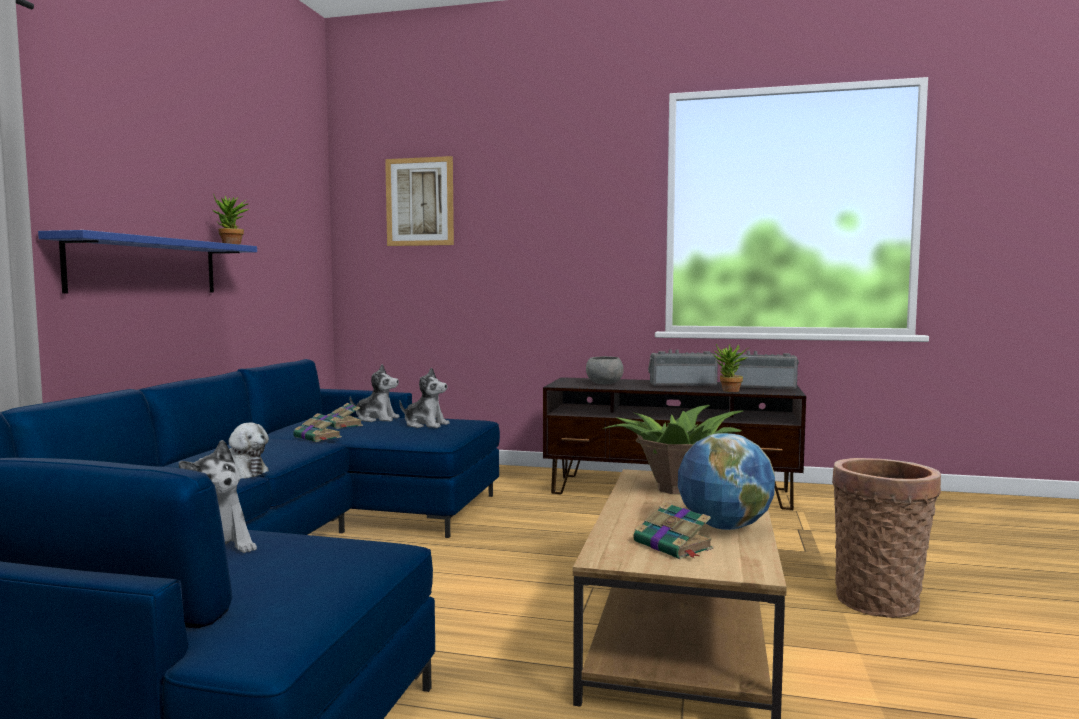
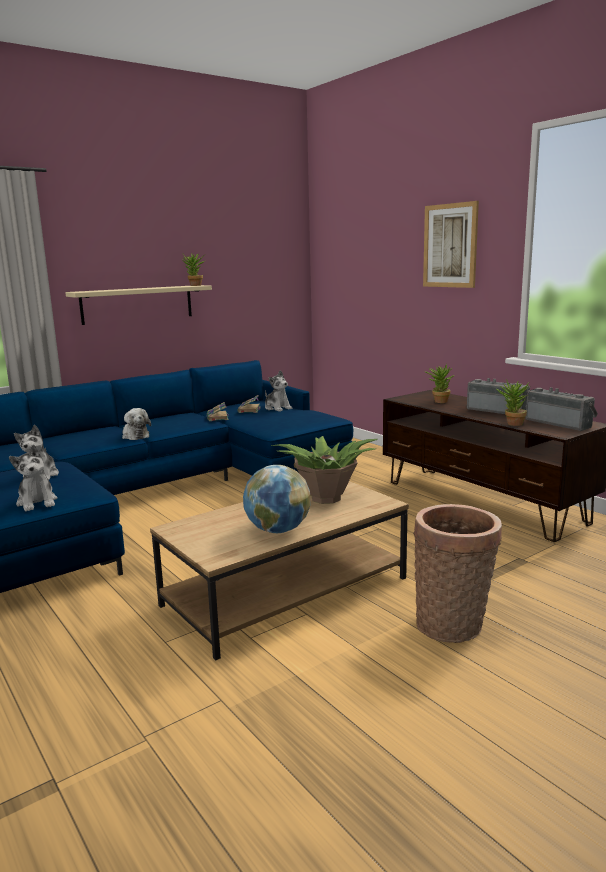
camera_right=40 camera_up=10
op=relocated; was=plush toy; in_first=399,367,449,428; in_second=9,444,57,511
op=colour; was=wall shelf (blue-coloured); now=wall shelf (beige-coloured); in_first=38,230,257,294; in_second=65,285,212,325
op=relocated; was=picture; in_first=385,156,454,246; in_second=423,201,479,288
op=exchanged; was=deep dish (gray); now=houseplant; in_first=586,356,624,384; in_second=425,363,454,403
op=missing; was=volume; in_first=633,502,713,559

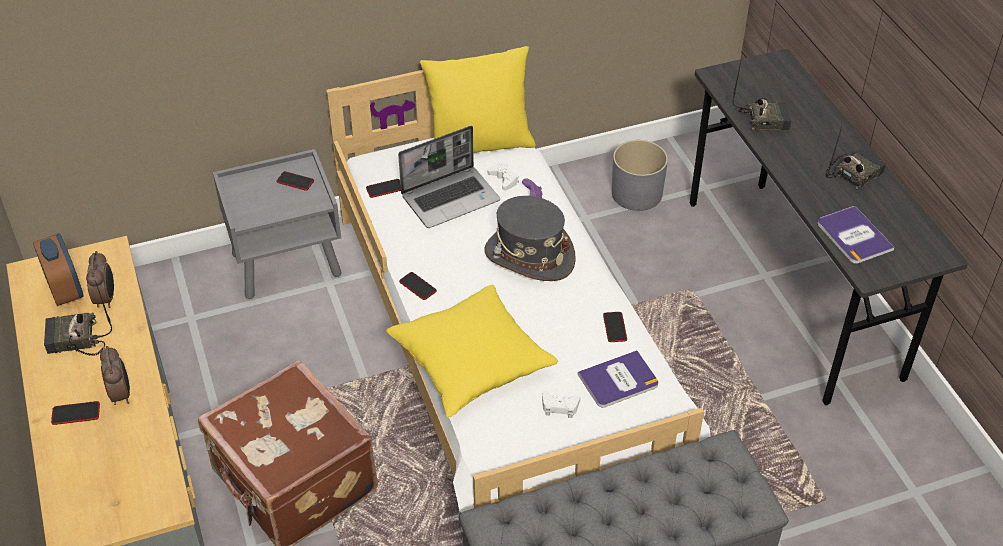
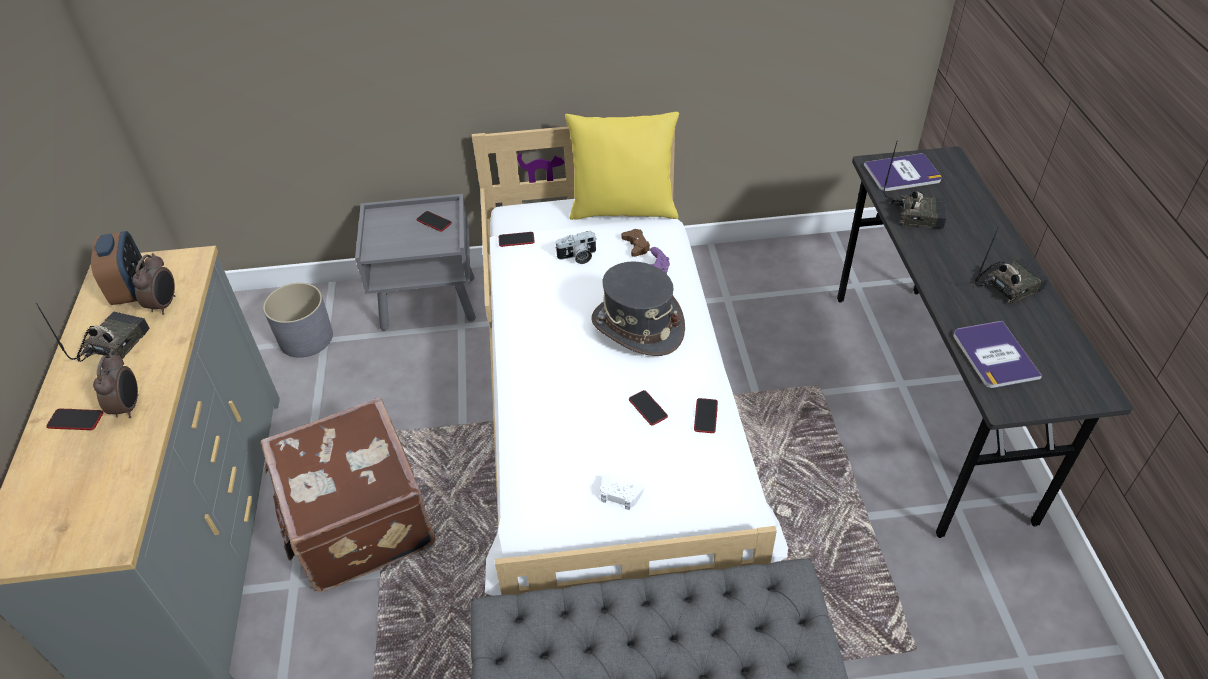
camera_right=15 camera_up=0
op=spun; was=radio set; in_first=44,280,112,356; in_second=36,303,150,362; clockwise=105
op=relocated; was=flower pot (gray); in_first=612,140,668,211; in_second=263,283,333,358
op=exchanged; was=portable computer; now=photo camera; in_first=398,126,500,228; in_second=555,231,597,264
op=colour; was=game controller (white-coloured); now=game controller (brown); in_first=488,163,519,190; in_second=621,229,650,257
op=relocated; was=phone; in_first=399,272,437,300; in_second=629,390,668,425
op=relocated; was=volume; in_first=578,350,658,408; in_second=864,153,942,191
op=missing; was=pillow (yellow-coloured); in_first=386,285,558,418

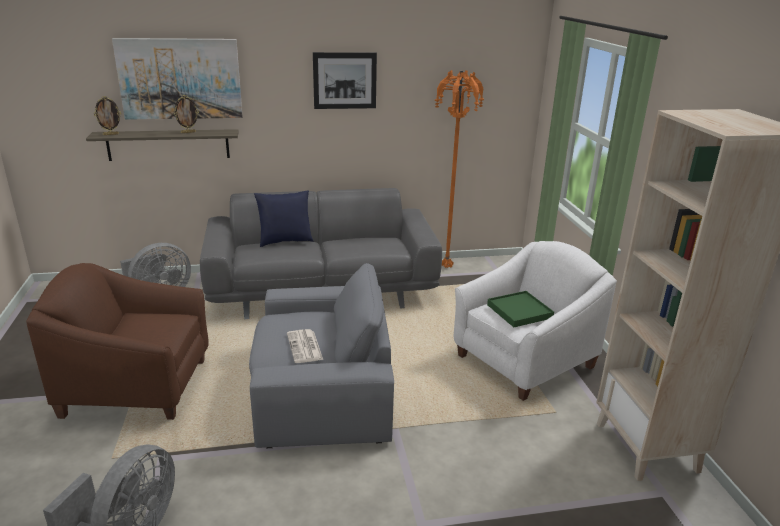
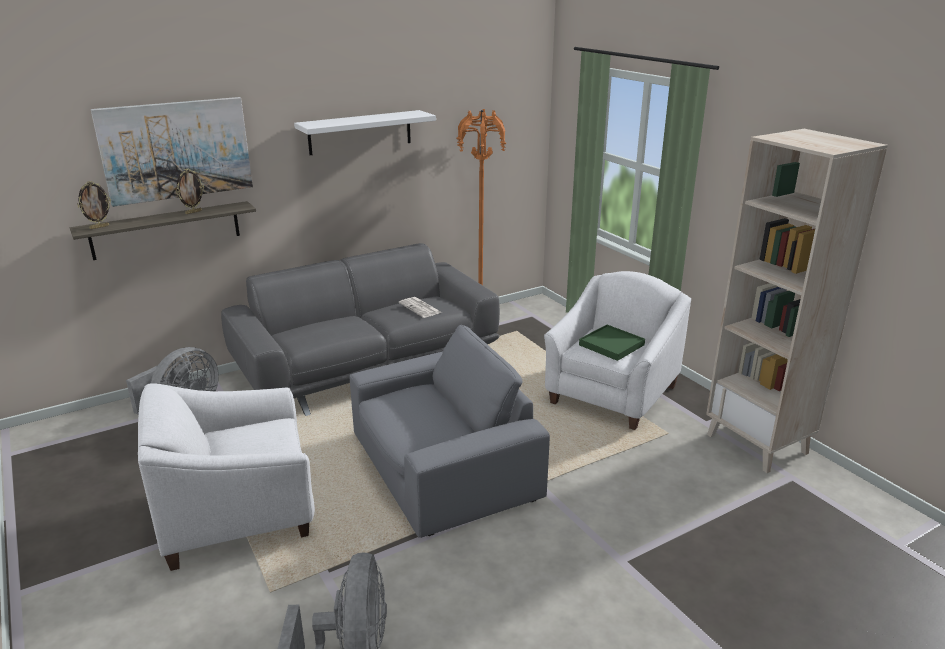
camera_right=-20 camera_up=0
op=colour; was=armchair (brown); now=armchair (white-coloured); in_first=26,263,209,420; in_second=138,383,315,571
op=exchanged; was=picture; now=wall shelf (white-coloured); in_first=313,52,377,109; in_second=294,110,436,155
op=relocated; was=newspaper; in_first=287,329,323,363; in_second=399,297,442,318
op=missing; was=pillow (blue-coloured); in_first=254,190,314,247

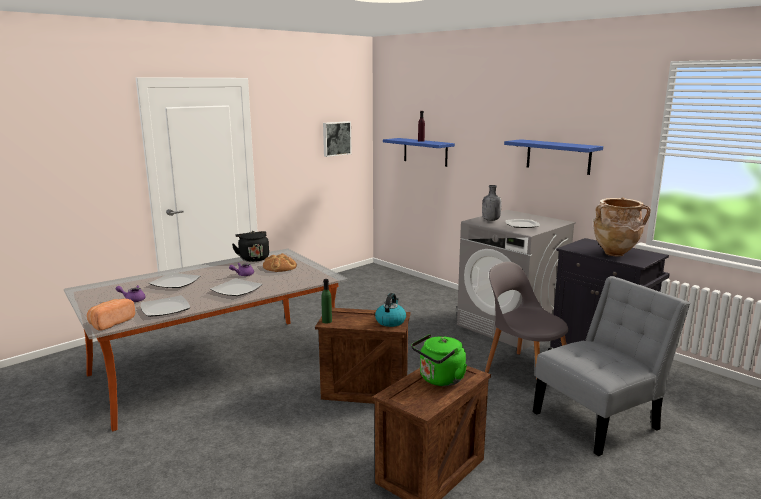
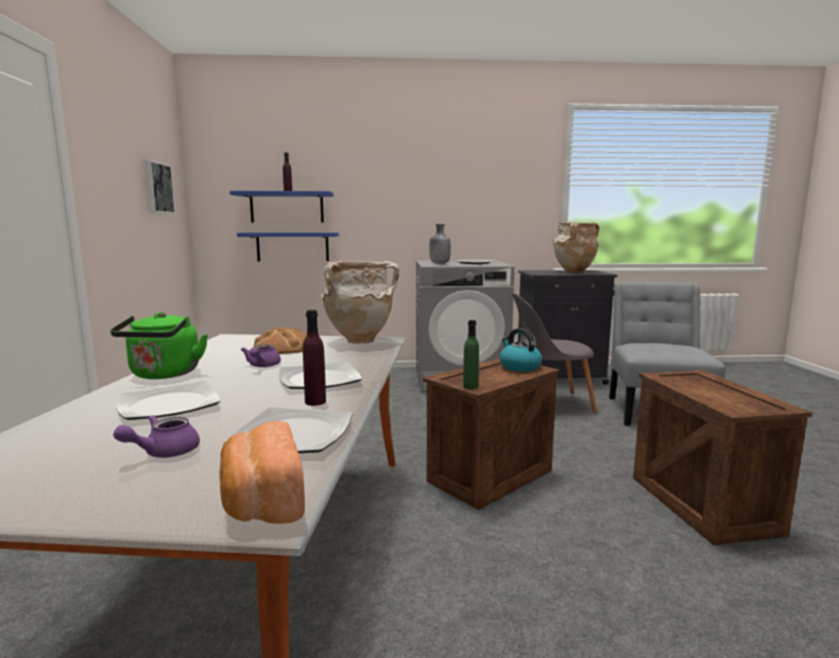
camera_right=-50 camera_up=-5
op=relocated; was=tea kettle (green); in_first=411,334,467,386; in_second=110,312,208,379
op=relocated; was=wall shelf (blue-coloured); in_first=504,139,603,175; in_second=237,232,339,261
op=appeared; now=bottle (purplish); in_second=303,310,326,406
op=appeared; now=decorative vase (beige-coloured); in_second=321,260,399,343
op=missing; was=tea kettle (blackish); in_first=232,231,269,262

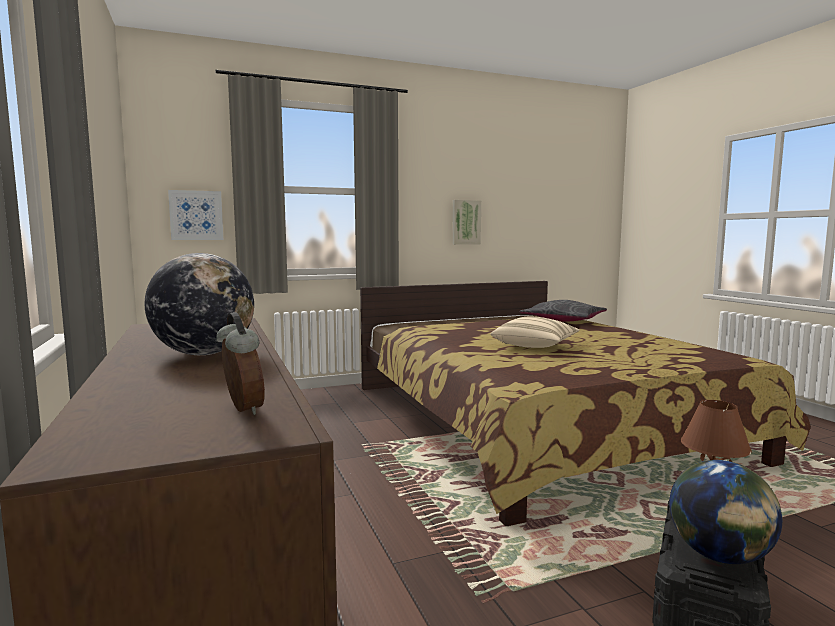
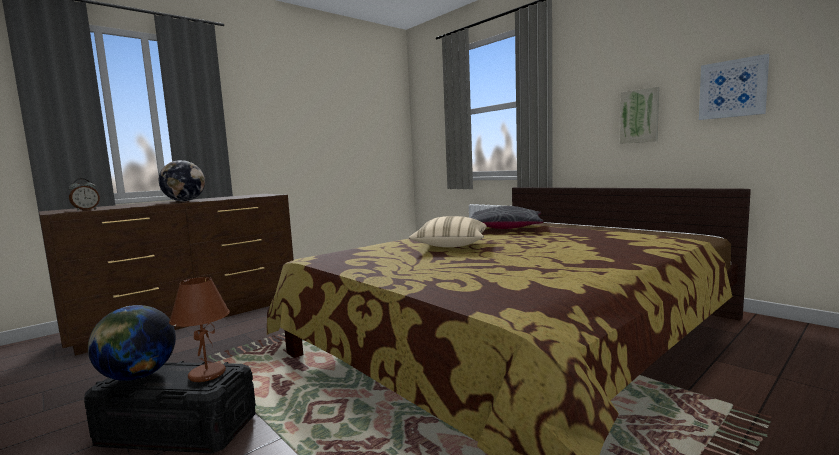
camera_right=70 camera_up=0
op=relocated; was=pillow (gray); in_first=520,300,607,322; in_second=471,206,543,229
op=relocated; was=picture; in_first=168,190,223,240; in_second=699,54,769,120

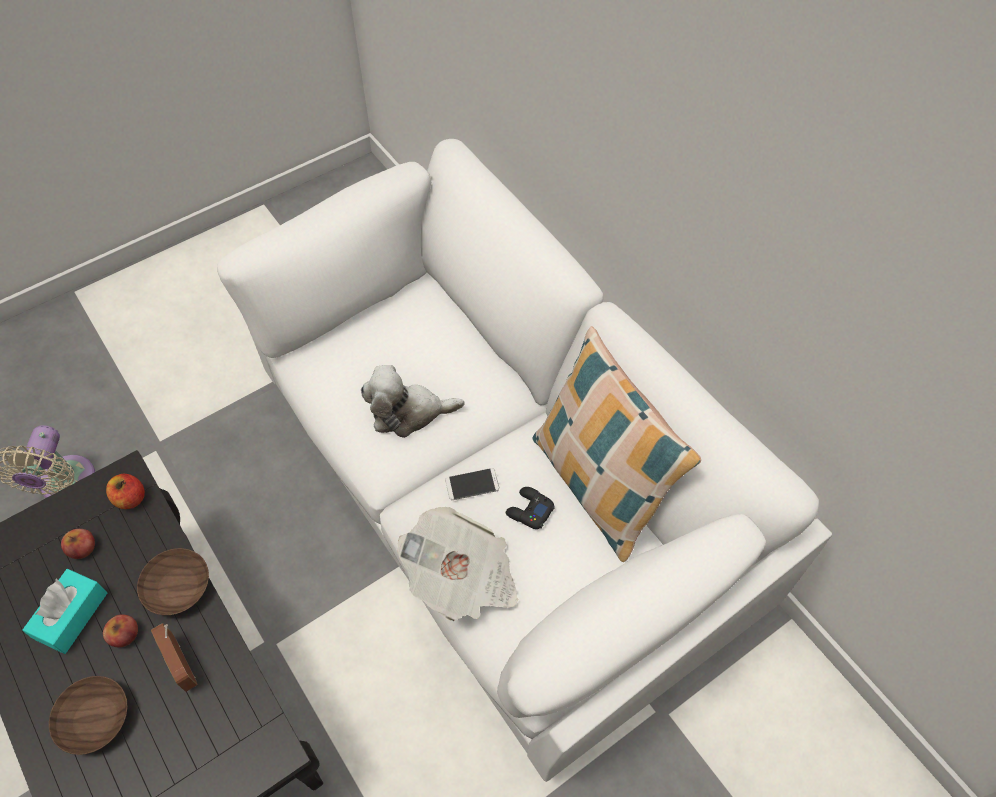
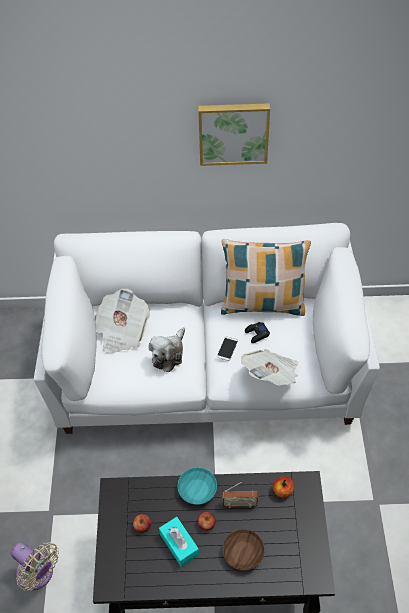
camera_right=-55 camera_up=-5
op=appeared; now=newspaper; in_second=95,289,150,353
op=colour; was=deep dish (brown); now=deep dish (turquoise); in_first=137,548,209,615; in_second=177,467,217,505
op=appeared; now=picture; in_second=198,103,270,166
op=relocated; was=apple fruit; in_first=106,474,145,509; in_second=273,476,294,498

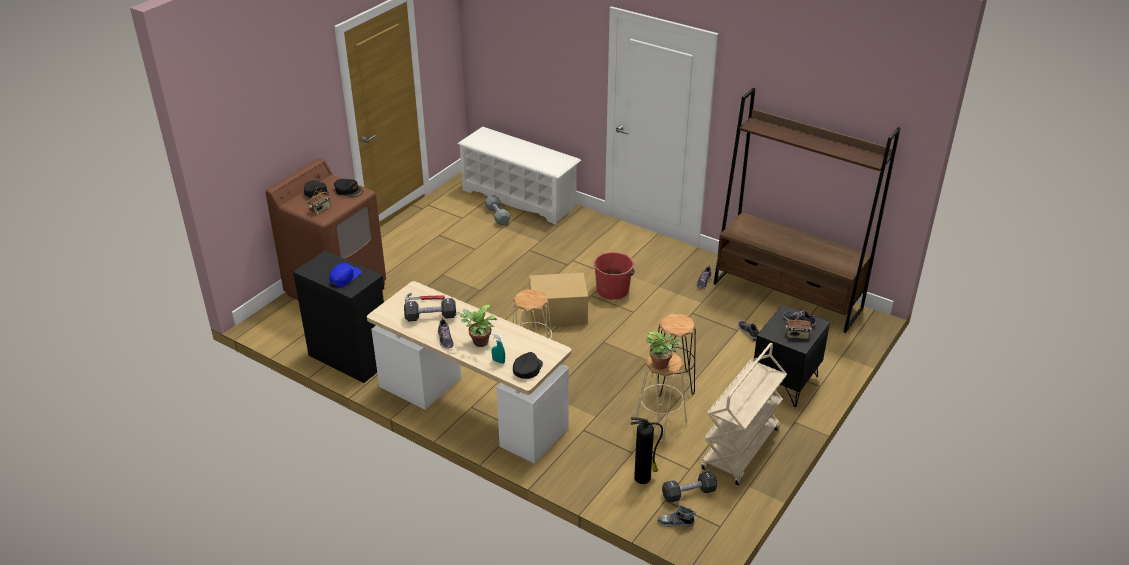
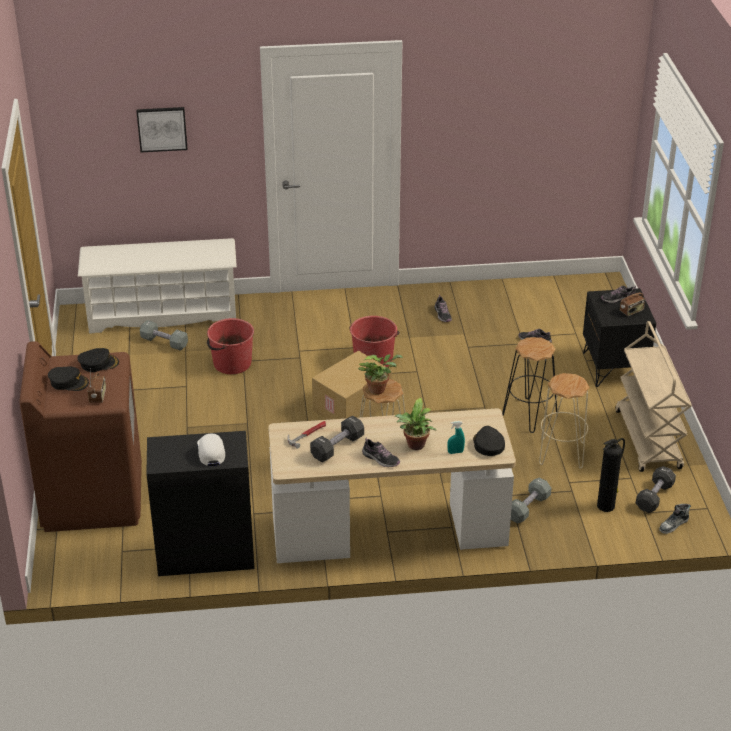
camera_right=-40 camera_up=0
op=appeared; now=picture; in_second=136,107,188,152
op=colour; was=peaked cap (blue-coloured); now=peaked cap (white-coloured); in_first=329,263,362,288; in_second=197,434,225,466
op=appeared; now=water bucket (red-coloured); in_second=207,318,254,374
op=relocated; was=houseplant; in_first=645,331,682,370; in_second=358,354,403,395
op=appeared; now=dumbbell (gray); in_second=511,477,552,523
op=missing; was=shelving unit (brown); in_first=714,87,900,333

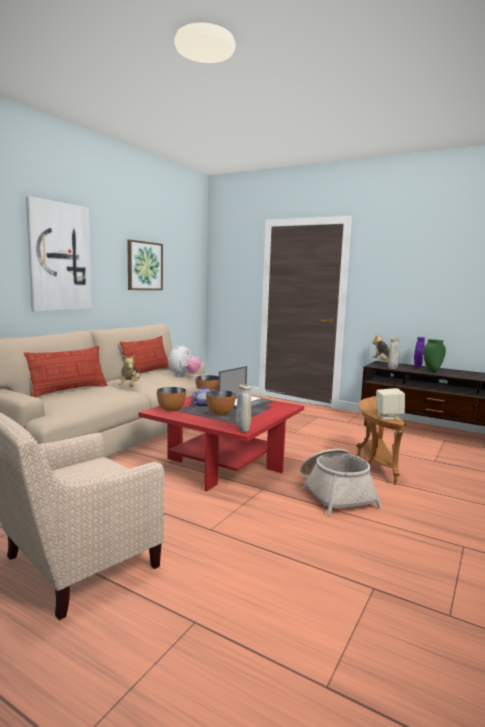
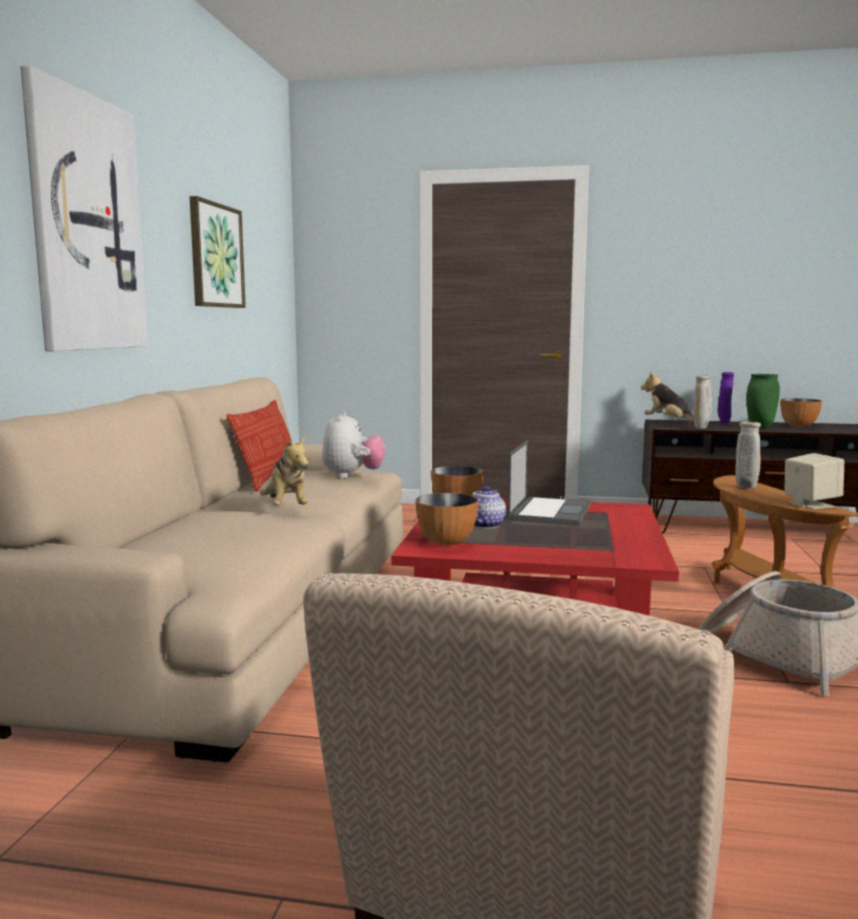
camera_right=-20 camera_up=0
op=relocated; was=decorative vase (beige-coloured); in_first=236,384,252,432; in_second=735,421,761,489
op=relocated; was=deep dish; in_first=206,390,236,415; in_second=781,398,822,427
op=missing; was=pillow; in_first=24,346,107,397

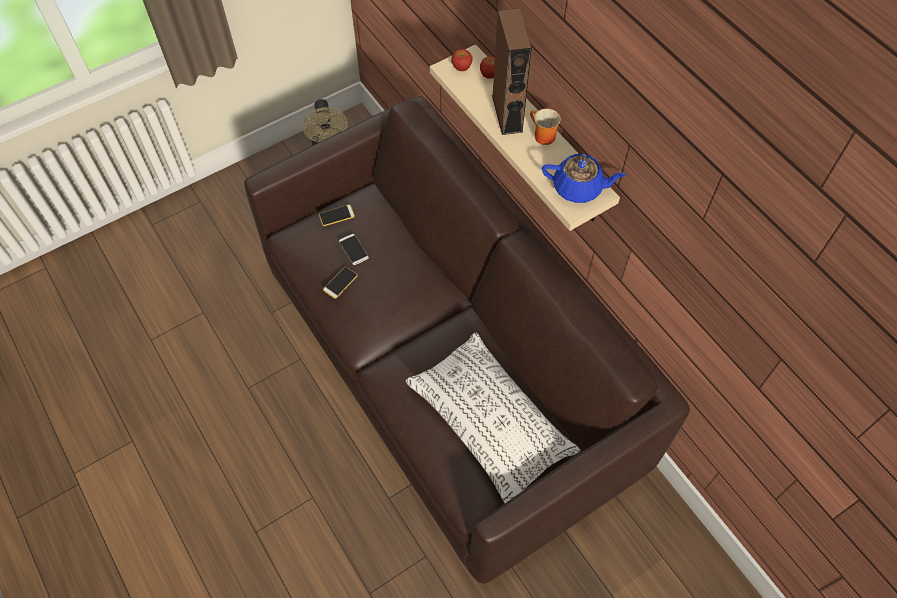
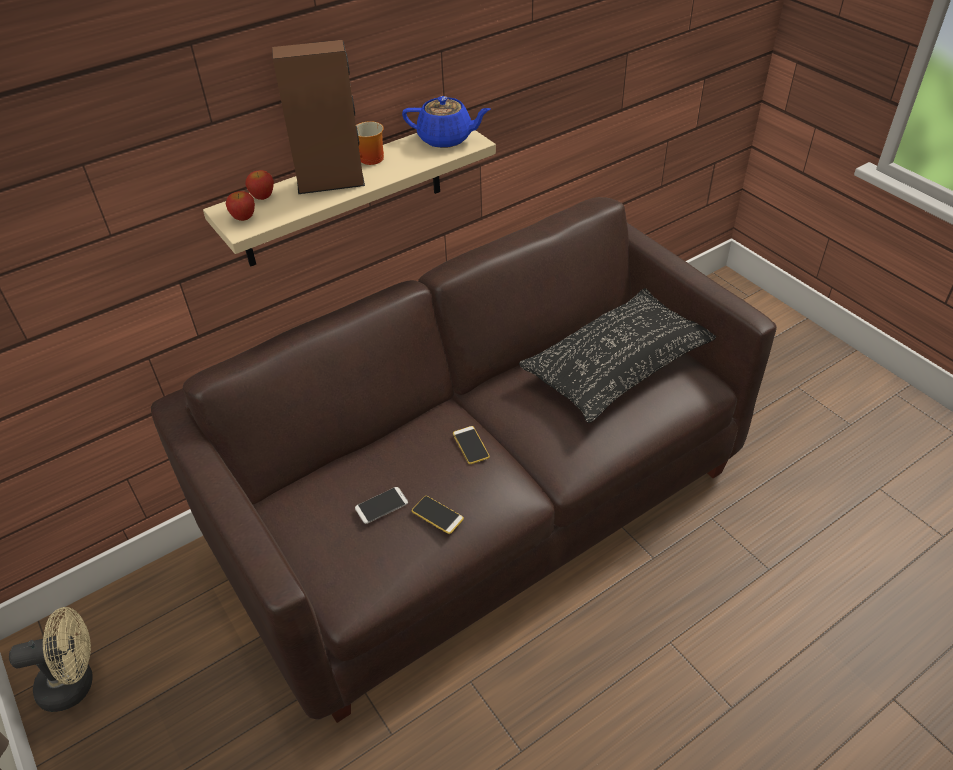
camera_right=-90 camera_up=-15
op=spun; was=teapot (blue-coloured); in_first=542,154,626,203; in_second=402,96,491,148; clockwise=90
op=relocated; was=phone; in_first=319,205,355,226; in_second=453,426,490,464
op=colour; was=pillow (white-coloured); now=pillow (blackish); in_first=406,333,580,503; in_second=519,288,716,423

